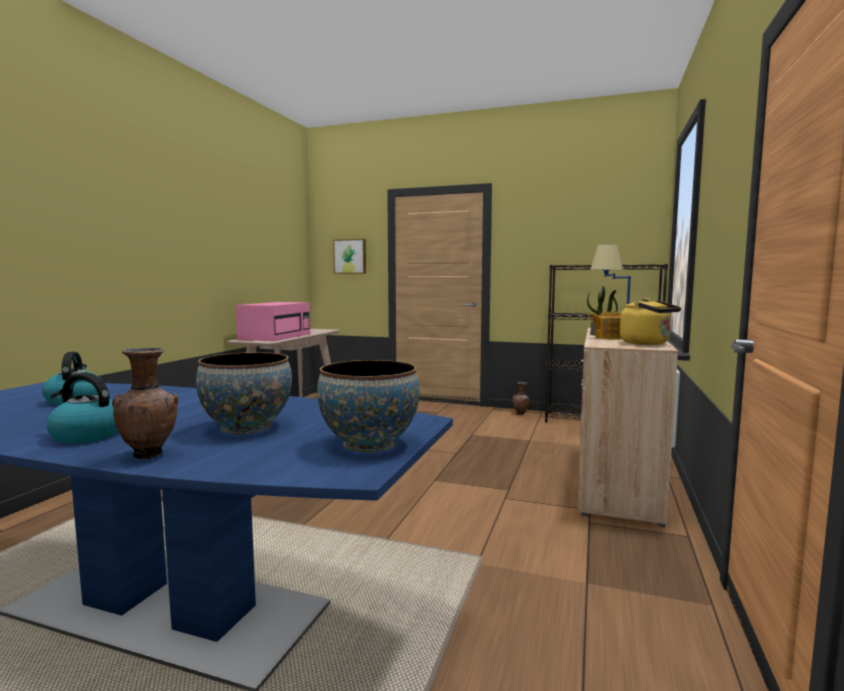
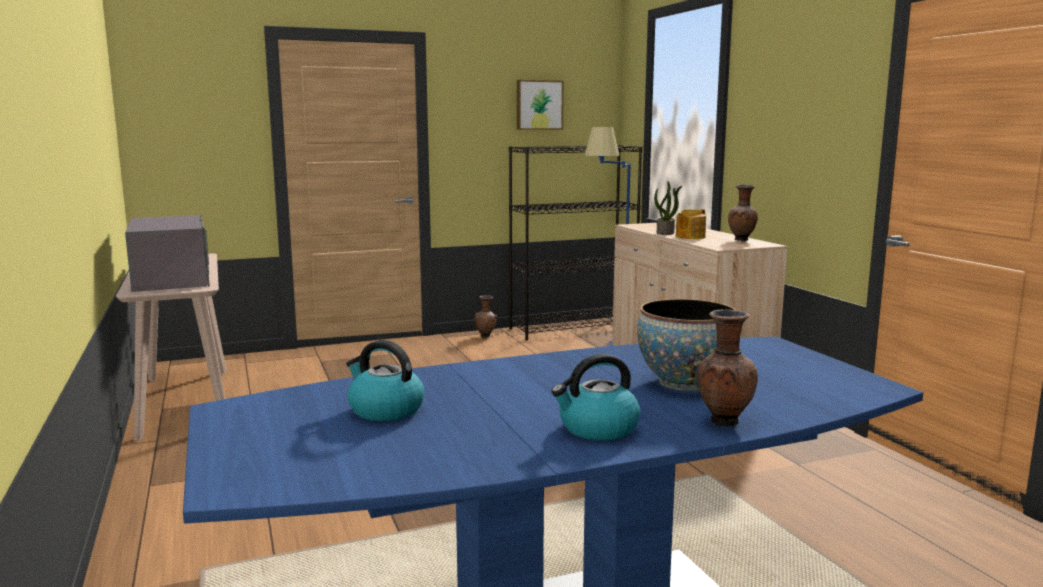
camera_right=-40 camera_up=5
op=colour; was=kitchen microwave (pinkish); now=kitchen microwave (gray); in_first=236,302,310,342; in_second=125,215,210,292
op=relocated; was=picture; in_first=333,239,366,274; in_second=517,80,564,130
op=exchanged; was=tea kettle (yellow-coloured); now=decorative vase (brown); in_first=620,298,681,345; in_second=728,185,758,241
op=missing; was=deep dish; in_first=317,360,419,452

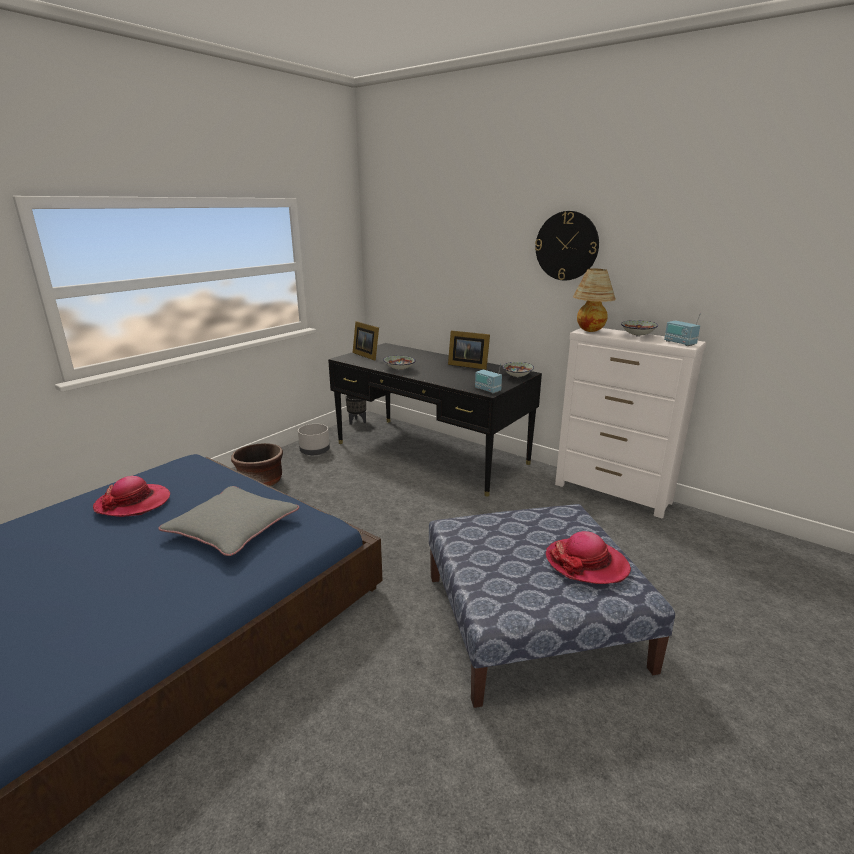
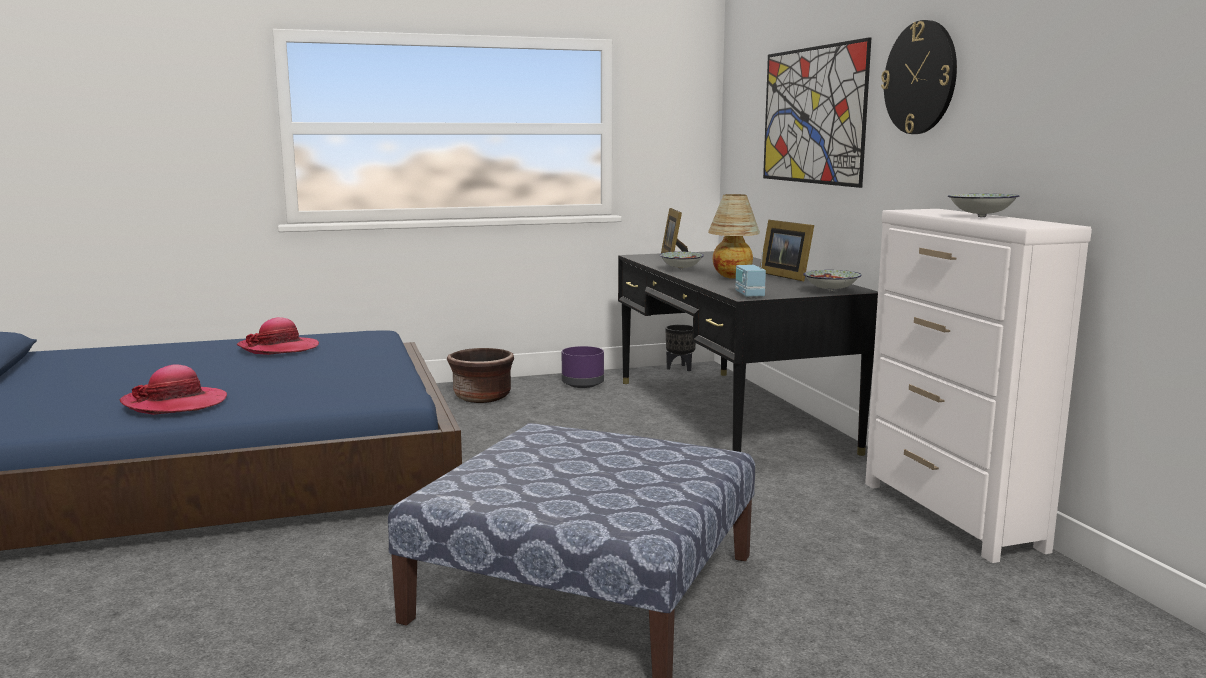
camera_right=35 camera_up=-10
op=relocated; was=hat; in_first=546,531,631,584; in_second=119,364,227,415
op=colour; was=flower pot (gray); now=flower pot (purplish); in_first=298,424,330,455; in_second=562,346,604,388
op=relocated; was=tabletop lamp; in_first=573,269,616,332; in_second=708,194,760,279
op=appeared; now=picture; in_second=763,37,871,188
op=missing; was=pillow (gray); in_first=158,486,300,556
op=missing; was=radio set; in_first=664,312,701,346

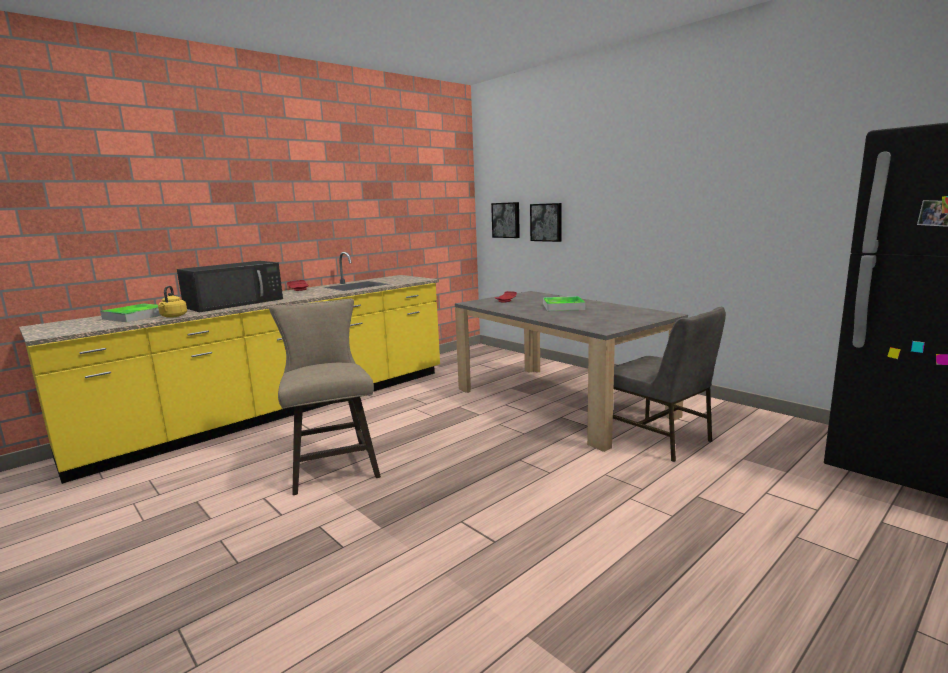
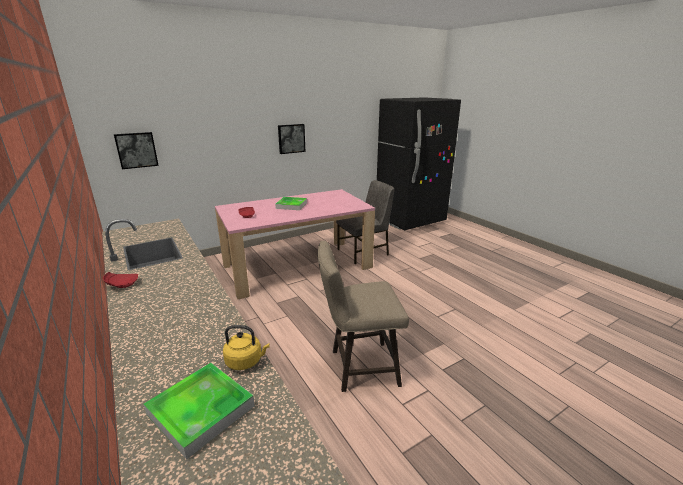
camera_right=-80 camera_up=10
op=colour; was=dining table (gray); now=dining table (pinkish); in_first=455,291,688,452; in_second=215,189,375,299
op=relocated; was=picture; in_first=530,203,562,242; in_second=278,124,305,154
op=missing; was=kitchen microwave (blackish); in_first=177,261,283,312

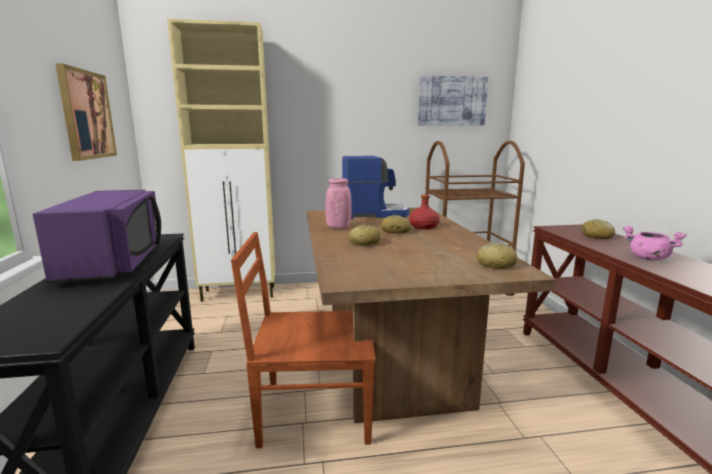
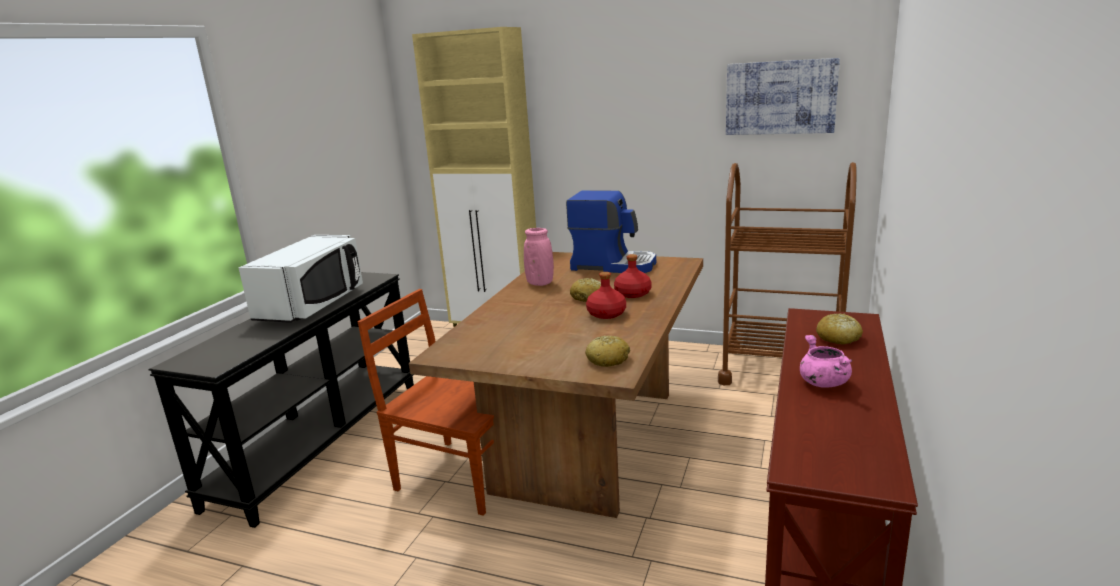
camera_right=30 camera_up=5
op=colour; was=kitchen microwave (purplish); now=kitchen microwave (white-coloured); in_first=33,189,161,283; in_second=239,235,363,323
op=appeared; now=bottle (red-coloured); in_second=586,272,626,319
op=missing; was=picture; in_first=55,63,117,161
op=missing; was=bakery bread; in_first=348,225,380,246

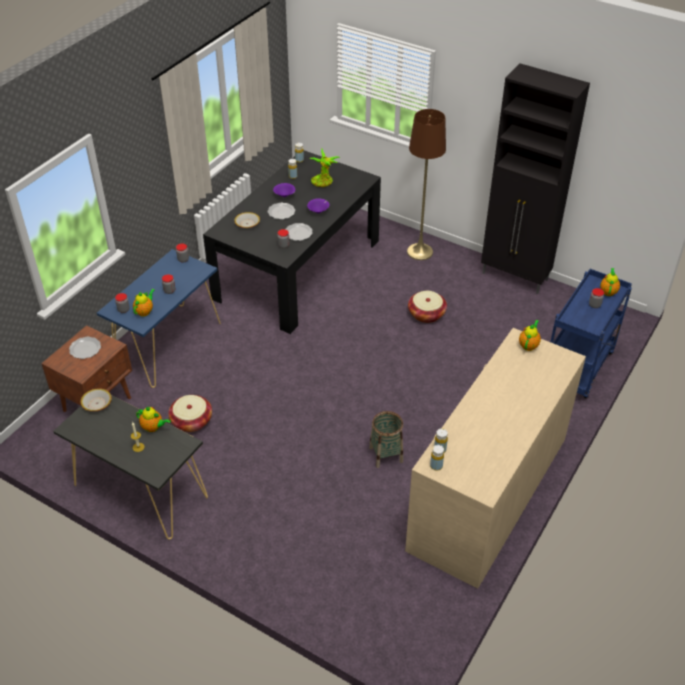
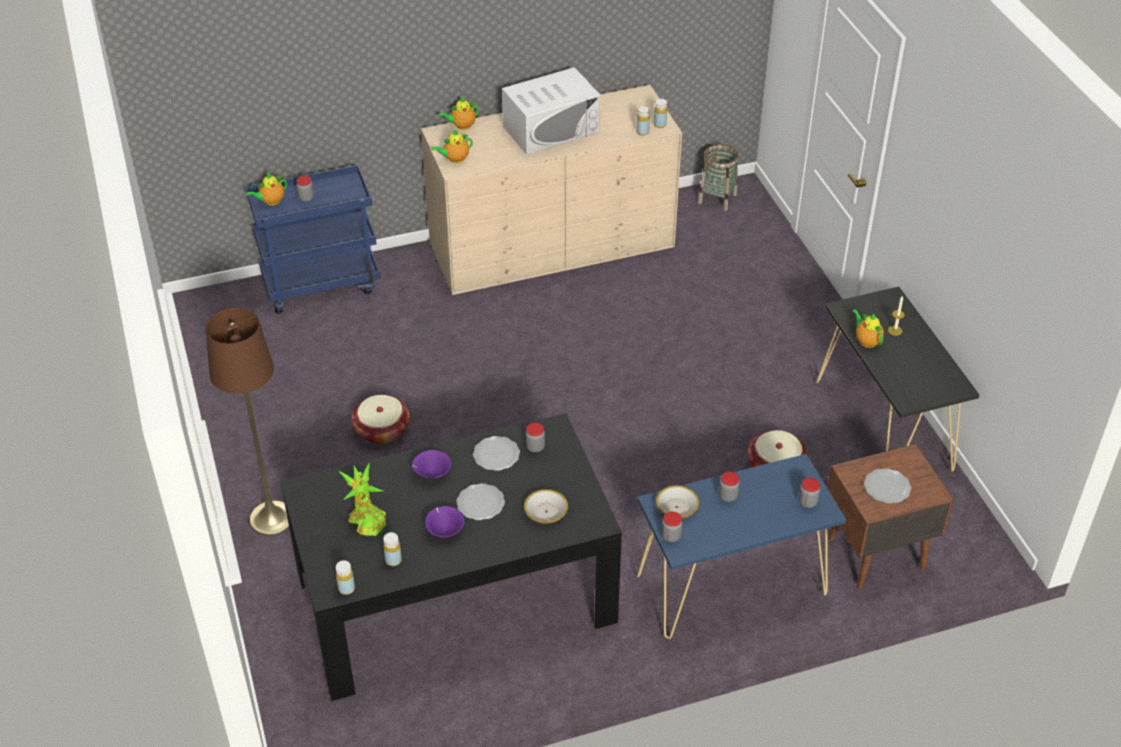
camera_right=-140 camera_up=0
op=relocated; was=teapot; in_first=133,289,155,317; in_second=438,97,480,130
op=appeared; now=kitchen microwave (white-coloured); in_second=502,67,600,155
op=relocated; was=deep dish; in_first=80,388,112,412; in_second=656,485,699,518
op=relocated; was=storage basket; in_first=369,411,403,468; in_second=698,144,739,211
op=missing; was=cabinet (blackish); in_first=481,63,590,294

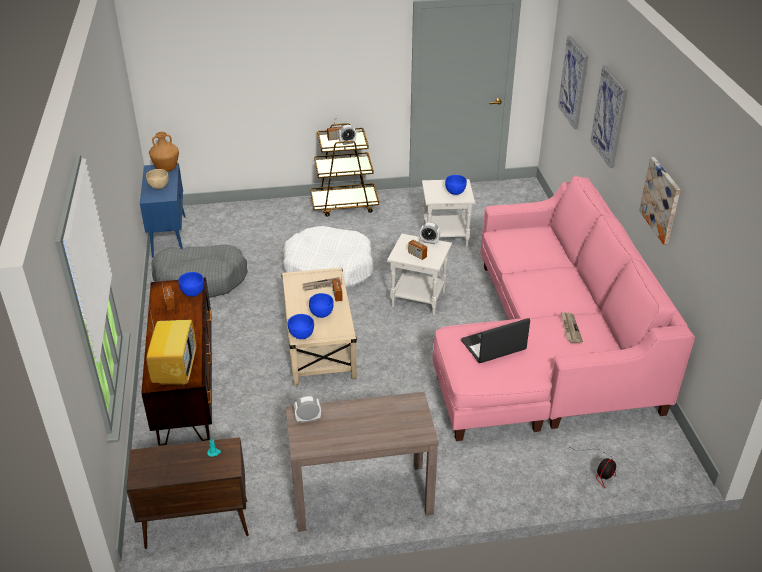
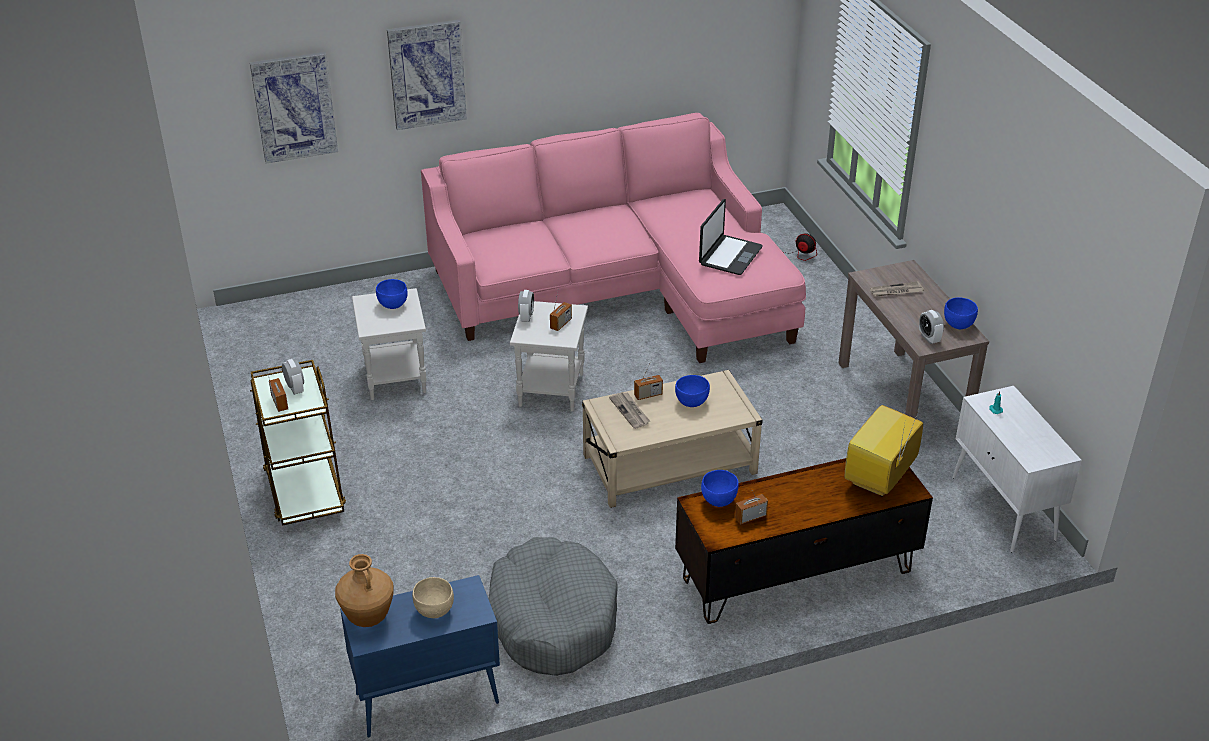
camera_right=-100 camera_up=0
op=spun; was=portable computer; in_first=461,318,530,363; in_second=699,199,763,275; clockwise=-120
op=spun; was=TV; in_first=146,302,196,385; in_second=845,405,923,497; clockwise=-45
op=relocated; was=newspaper; in_first=561,312,583,343; in_second=870,281,924,297
op=relocated; was=deep dish (blue-coloured); in_first=288,314,314,339; in_second=944,297,978,329
op=colour; was=cabinet (brown); now=cabinet (white-coloured); in_first=126,437,249,549; in_second=952,386,1082,552
op=missing; was=dog bed (white-coloured); in_first=282,226,374,287
op=missing; was=picture; in_first=639,157,681,245

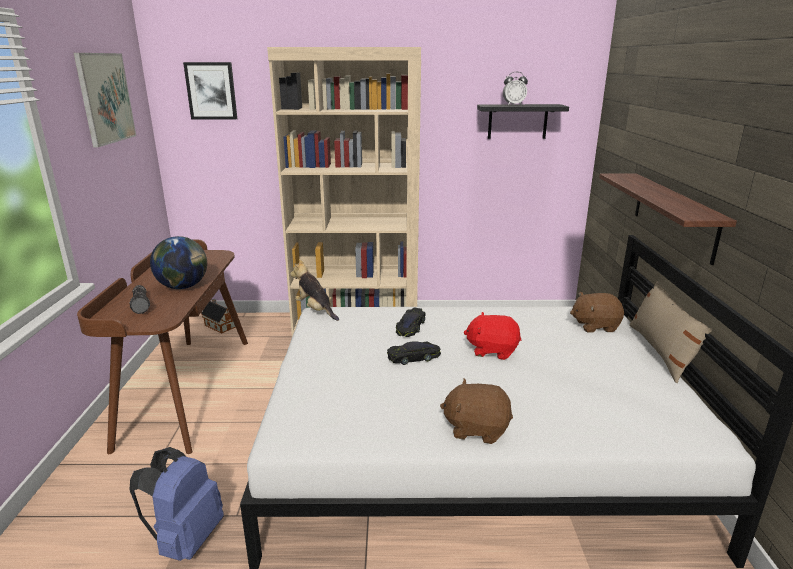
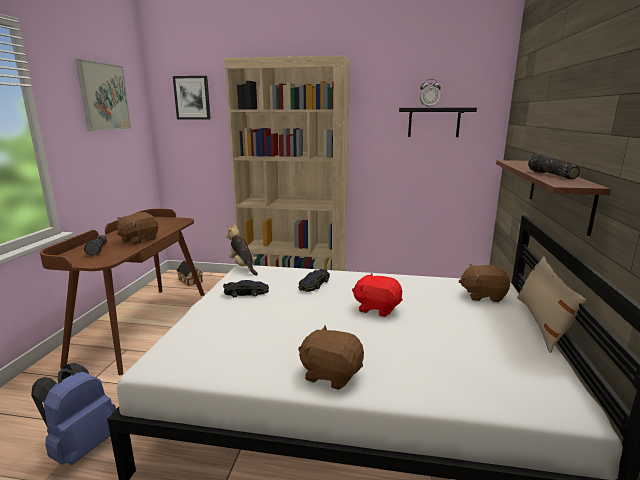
camera_right=10 camera_up=-5
op=exchanged; was=globe; now=plush toy (brown); in_first=150,236,207,289; in_second=117,212,158,245
op=relocated; was=toy car (blackish); in_first=387,341,441,365; in_second=223,280,269,297
op=appeared; now=torch; in_second=528,154,580,179

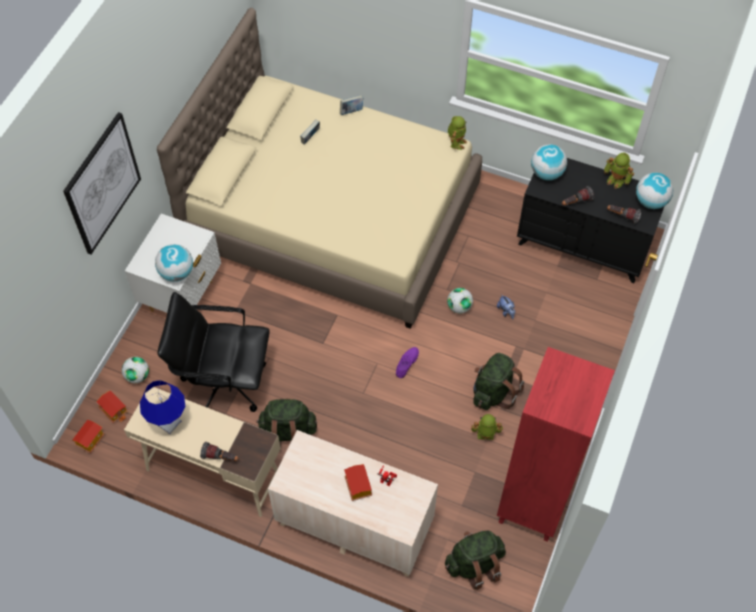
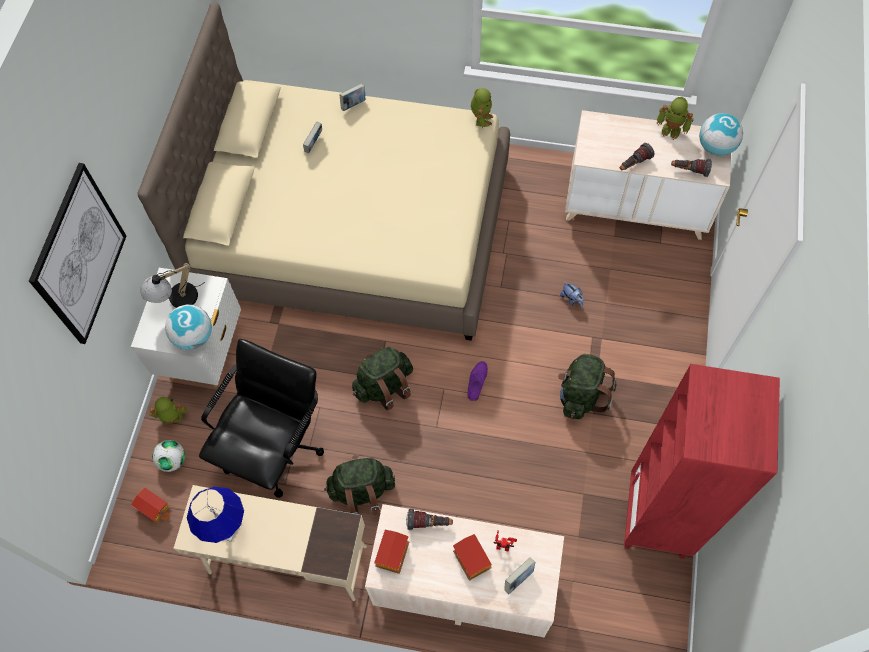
camera_right=-10 camera_up=5
op=appeared; now=tabletop lamp; in_second=140,263,205,308
op=relocated; was=model robot; in_first=471,414,503,440; in_second=149,397,188,424
op=spun; was=desk chair (blackish); in_first=158,292,270,412; in_second=199,339,324,498; clockwise=120
op=relocated; was=backpack (green); in_first=445,531,506,590; in_second=352,347,413,410
op=relocated; was=model house; in_first=73,420,105,453; in_second=374,530,409,574
op=relocated; was=torch; in_first=200,442,239,461; in_second=406,509,453,530
op=appeared; now=volume; in_second=504,558,535,594
op=colour; was=chest of drawers (blackish); now=chest of drawers (beige-coloured); in_first=517,158,664,283; in_second=565,110,732,240
op=missing; was=football; in_first=447,288,473,314
op=missing; was=globe; in_first=531,144,567,180

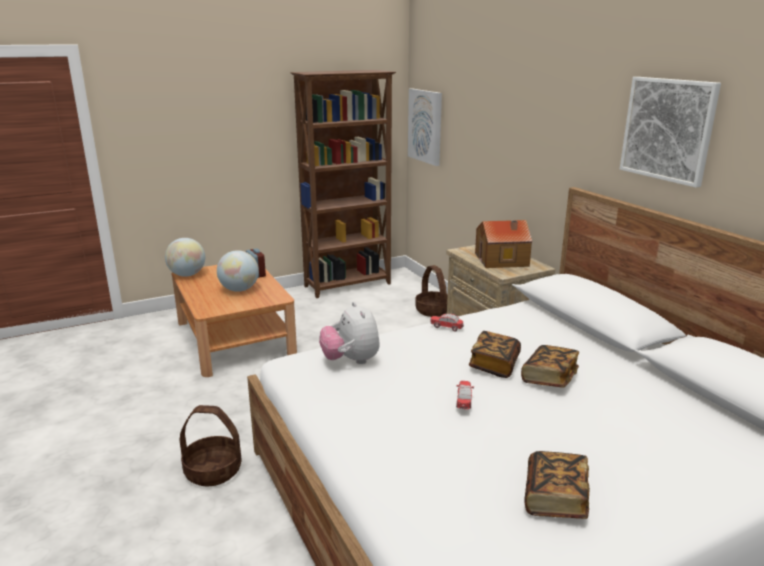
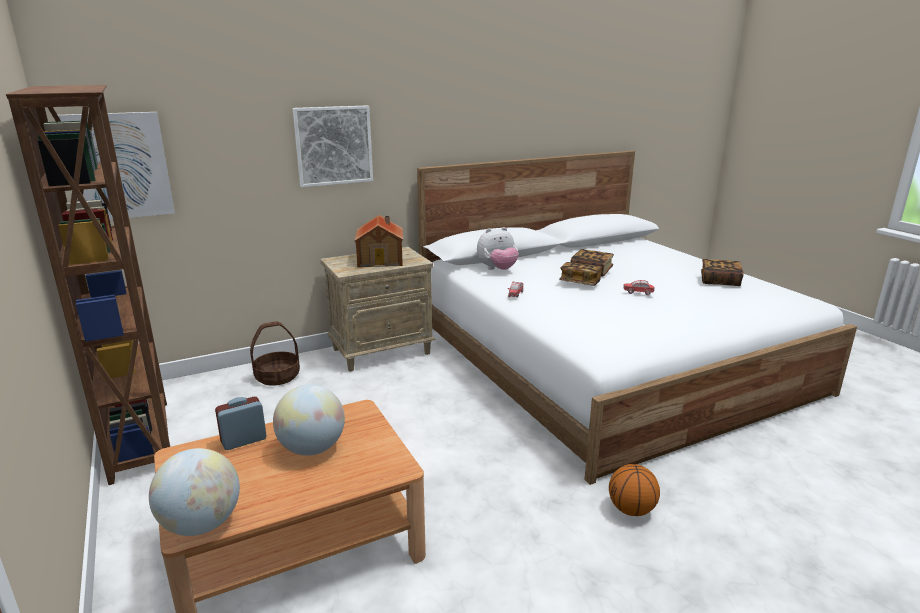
camera_right=-90 camera_up=0
op=relocated; was=picture; in_first=620,77,721,188; in_second=293,105,373,187
op=relocated; was=plush toy; in_first=319,302,380,364; in_second=477,227,519,270
op=exchanged; was=storage basket; now=ball for basketball; in_first=179,405,241,486; in_second=609,464,660,516

